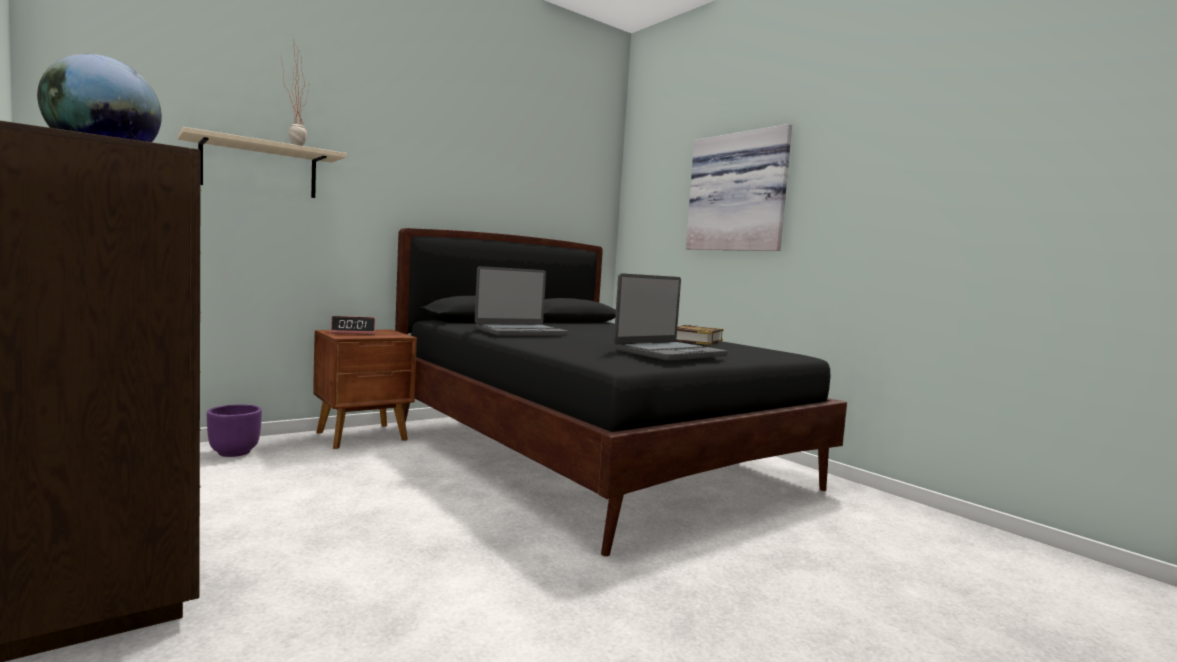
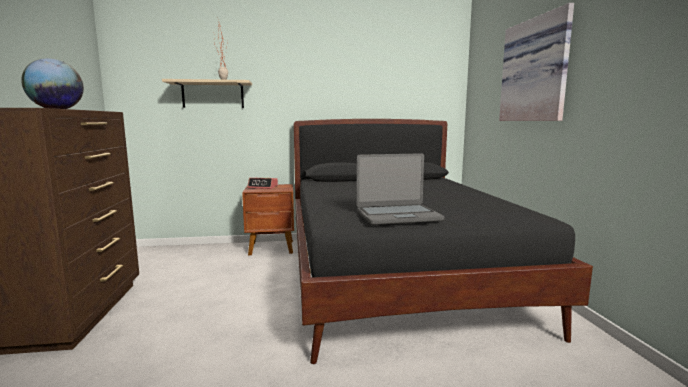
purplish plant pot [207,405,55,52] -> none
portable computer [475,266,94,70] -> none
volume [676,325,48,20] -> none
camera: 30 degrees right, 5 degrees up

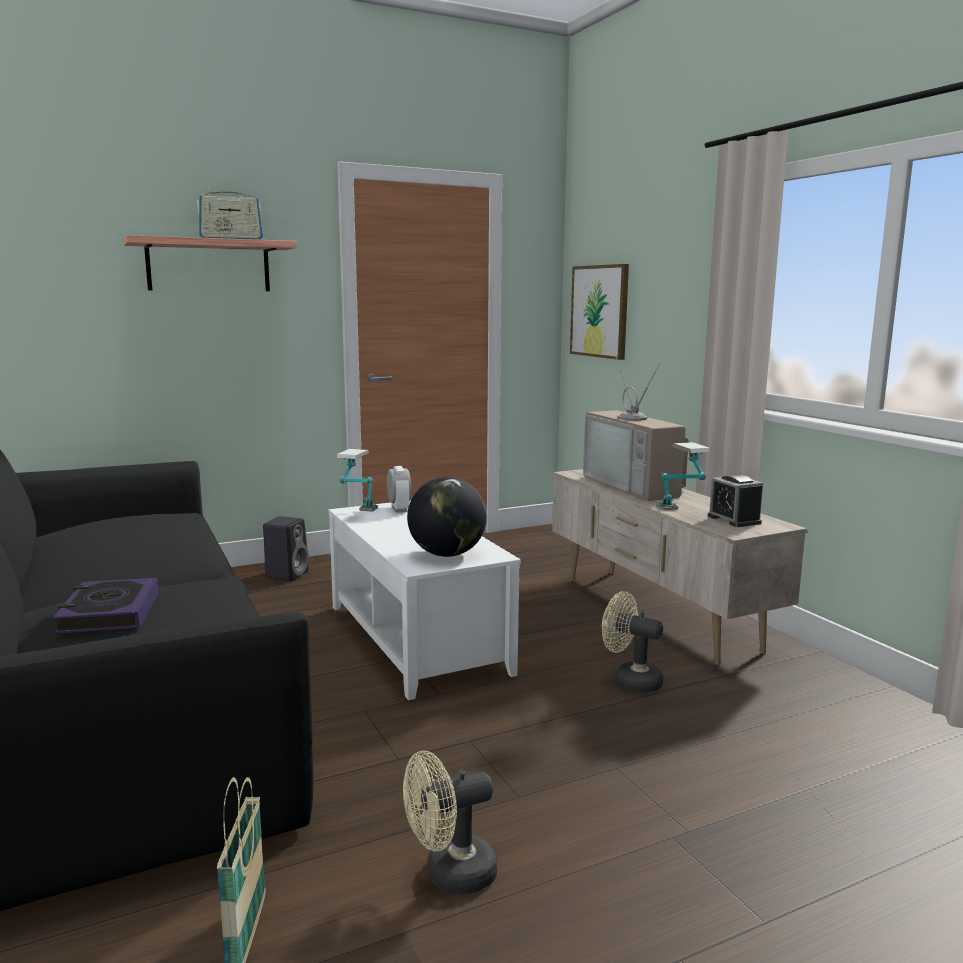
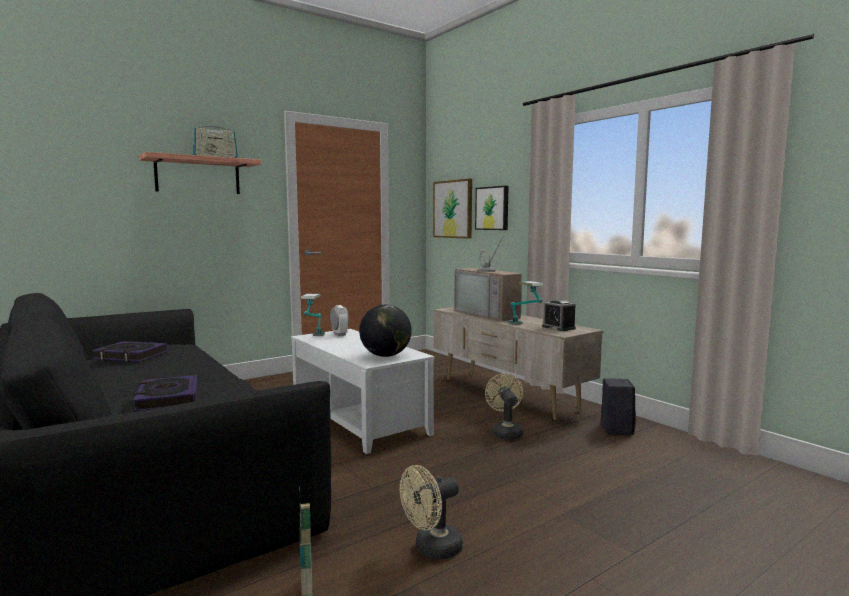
none -> volume [92,341,75,21]
none -> wall picture [475,186,33,44]
blackish speaker [263,516,46,65] -> blackish speaker [601,378,35,57], moved
beige-coloured electric fan [602,592,61,101] -> beige-coloured electric fan [485,373,38,67], 60 degrees clockwise
camera: 10 degrees left, 5 degrees down

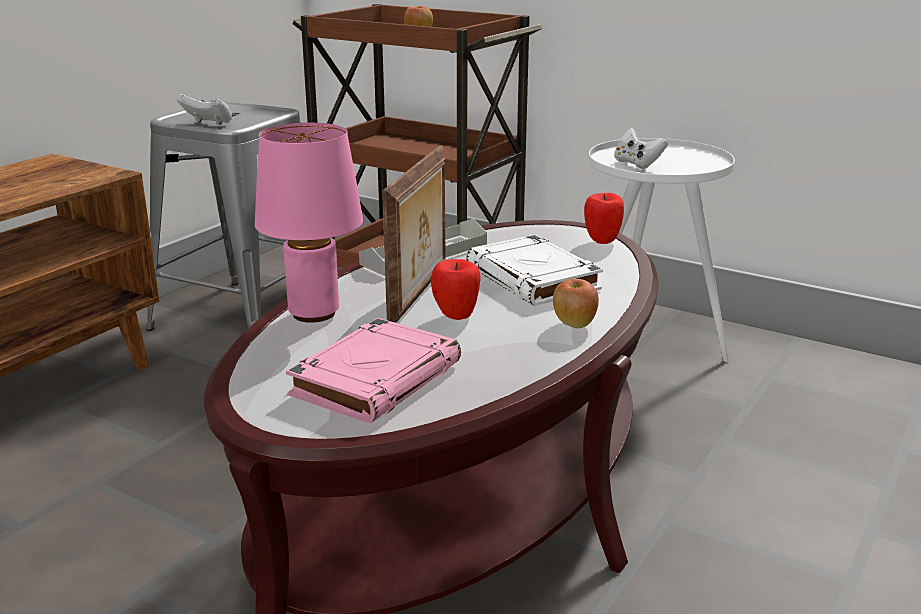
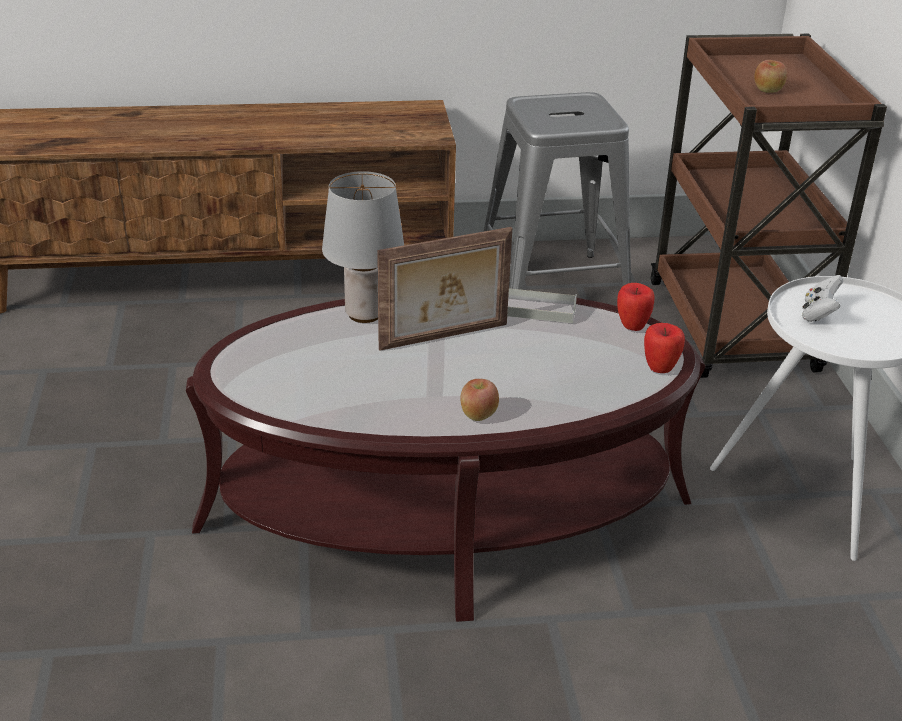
white-coloured game controller [177,94,55,31] -> none
pink-coloured volume [286,318,175,105] -> none
white-coloured volume [466,235,137,71] -> none
apple [431,259,49,61] -> apple [617,283,38,48], moved
pink-coloured table lamp [255,123,108,200] -> grey table lamp [322,171,82,152]
camera: 50 degrees right, 10 degrees up

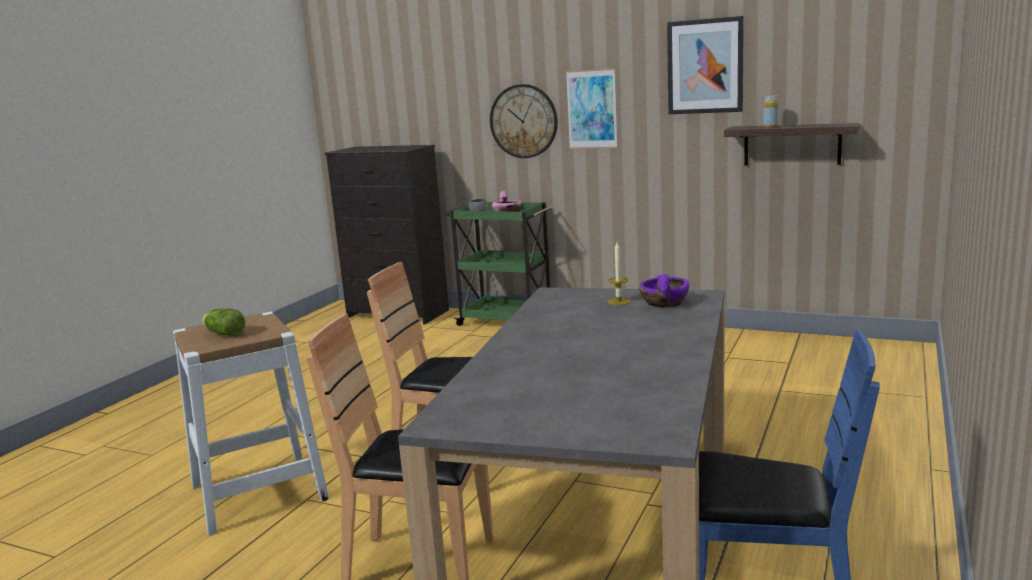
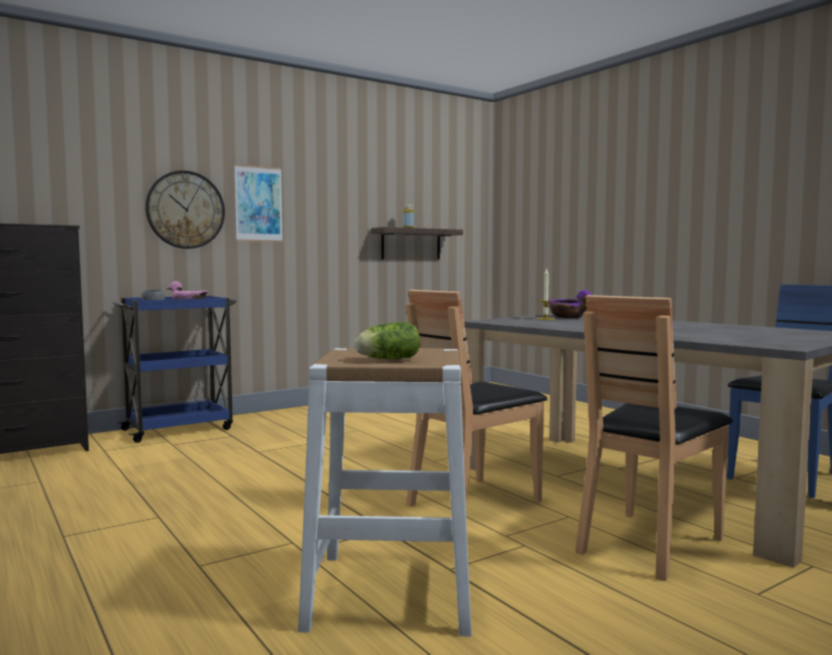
wall picture [667,16,77,98] -> none
greenish wheeled cart [446,202,106,124] -> blue wheeled cart [112,295,125,148]
camera: 60 degrees left, 10 degrees down

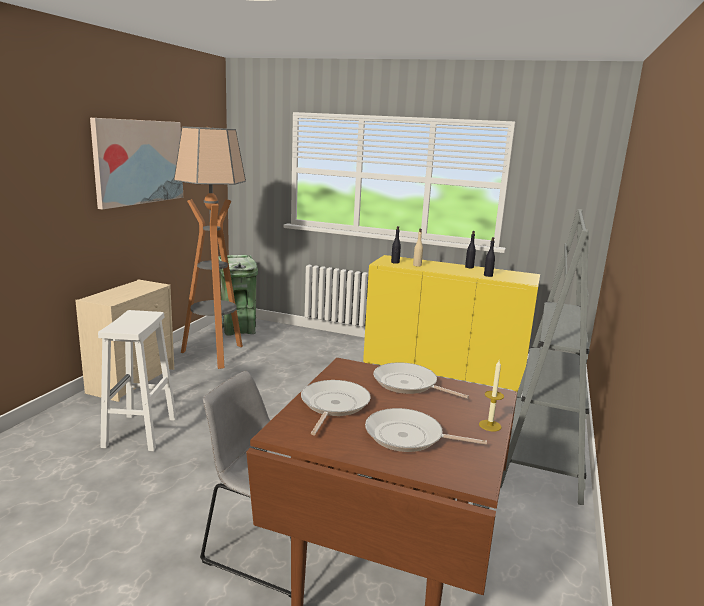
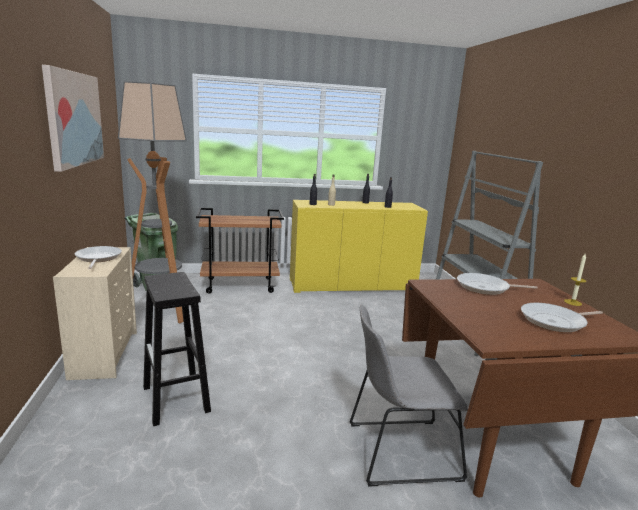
none -> brown-coloured wheeled cart [196,208,88,86]
pan [301,380,70,55] -> pan [75,246,47,23], moved
white-coloured sitting stool [98,310,79,141] -> blackish sitting stool [143,272,68,154]
camera: 30 degrees left, 0 degrees up

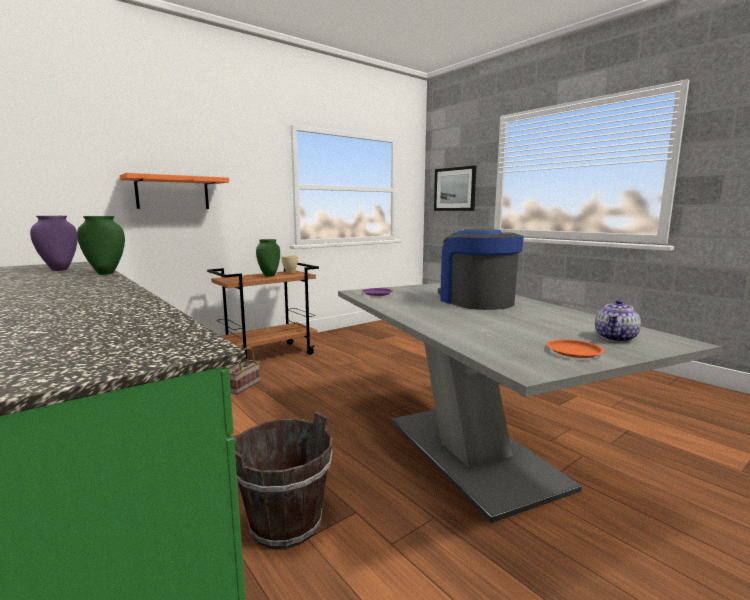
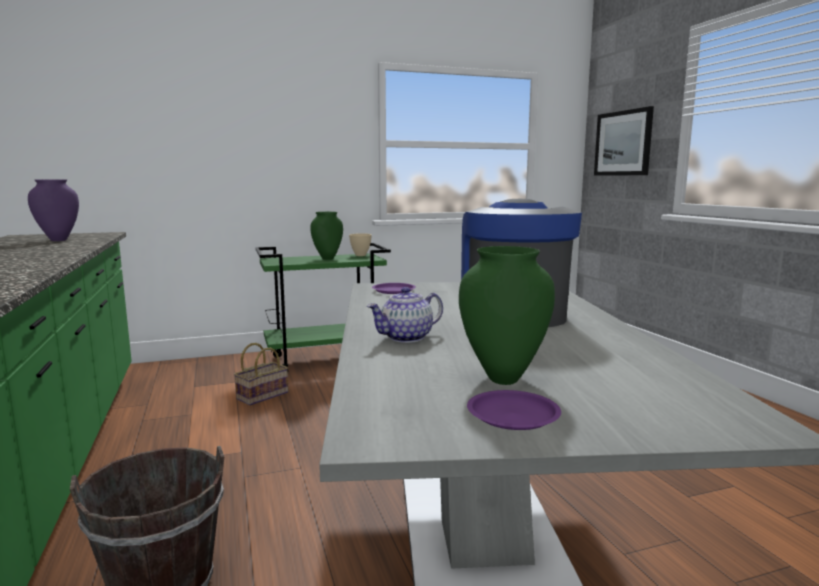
orangey wall shelf [119,173,110,36] -> none
greenish flower vase [77,216,48,59] -> greenish flower vase [459,246,96,139], moved
pot for tea [595,299,46,43] -> pot for tea [367,287,76,56], moved
brown-coloured wheeled cart [207,263,112,96] -> greenish wheeled cart [256,243,135,127]
orangey plate [547,339,57,19] -> purplish plate [467,390,94,40]
camera: 20 degrees right, 0 degrees up

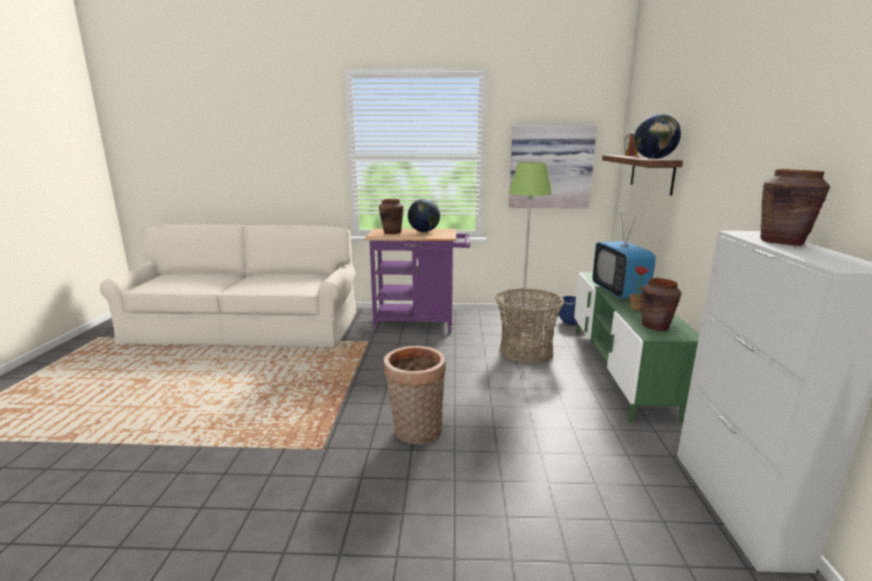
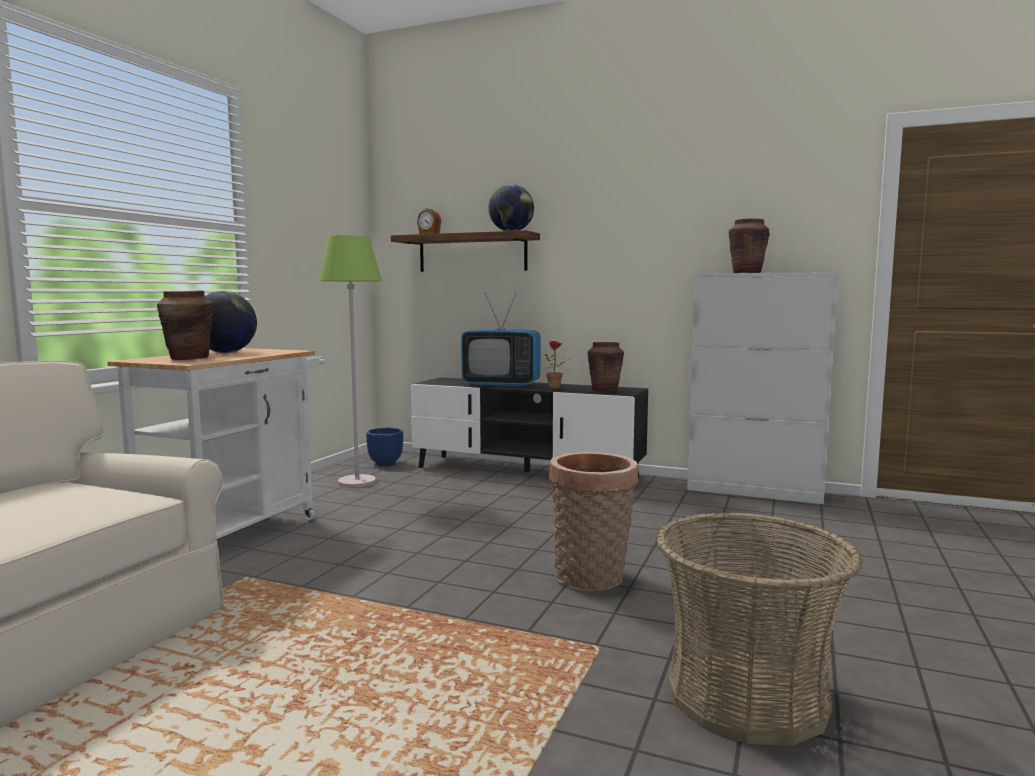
wall picture [509,125,88,83] -> none
household basket [495,288,69,75] -> household basket [655,512,207,234], moved
purplish wheeled cart [364,228,106,105] -> white-coloured wheeled cart [107,348,218,191]
greenish media console [574,272,125,151] -> blackish media console [411,378,237,99]
camera: 70 degrees left, 10 degrees down

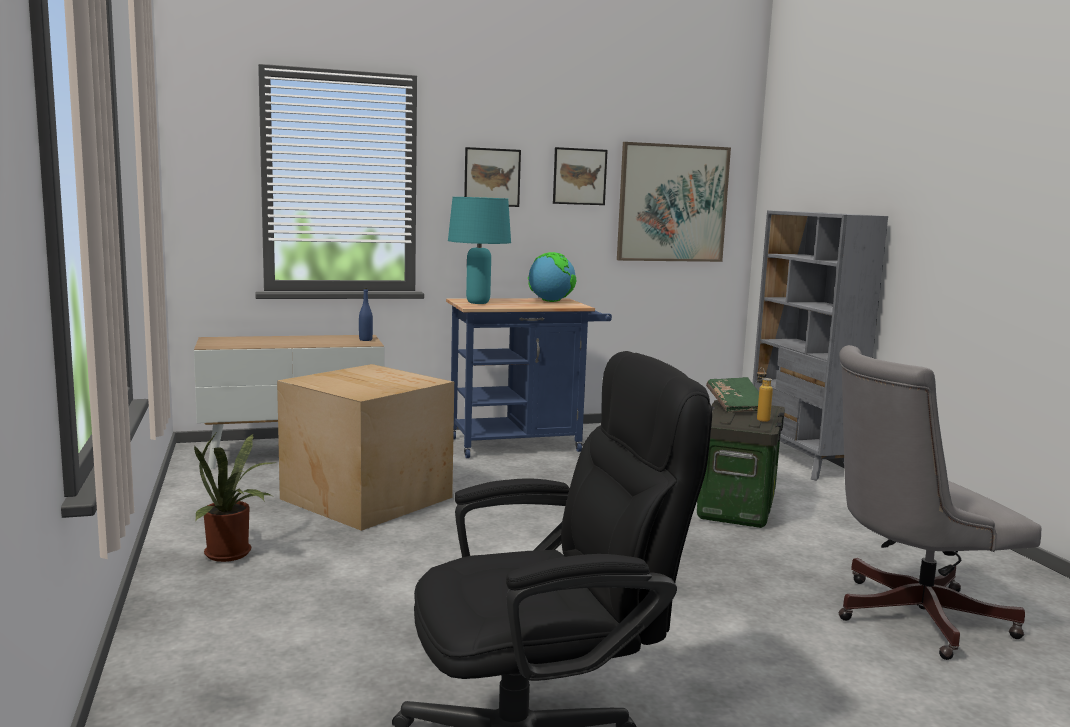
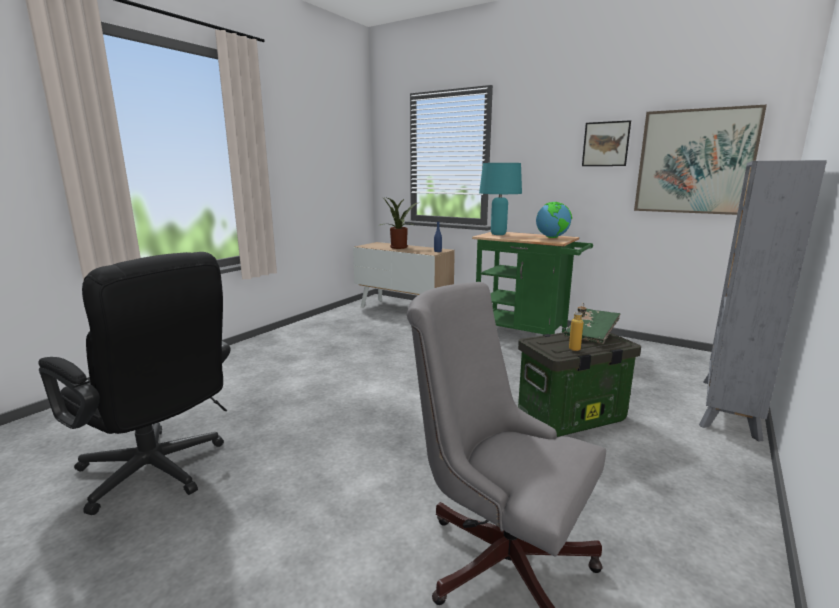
packing box [277,364,177,167] -> none
wall picture [464,147,57,60] -> none
houseplant [194,433,81,129] -> houseplant [380,197,37,52], moved
blue wheeled cart [446,298,166,160] -> greenish wheeled cart [472,232,121,103]
camera: 50 degrees right, 5 degrees up

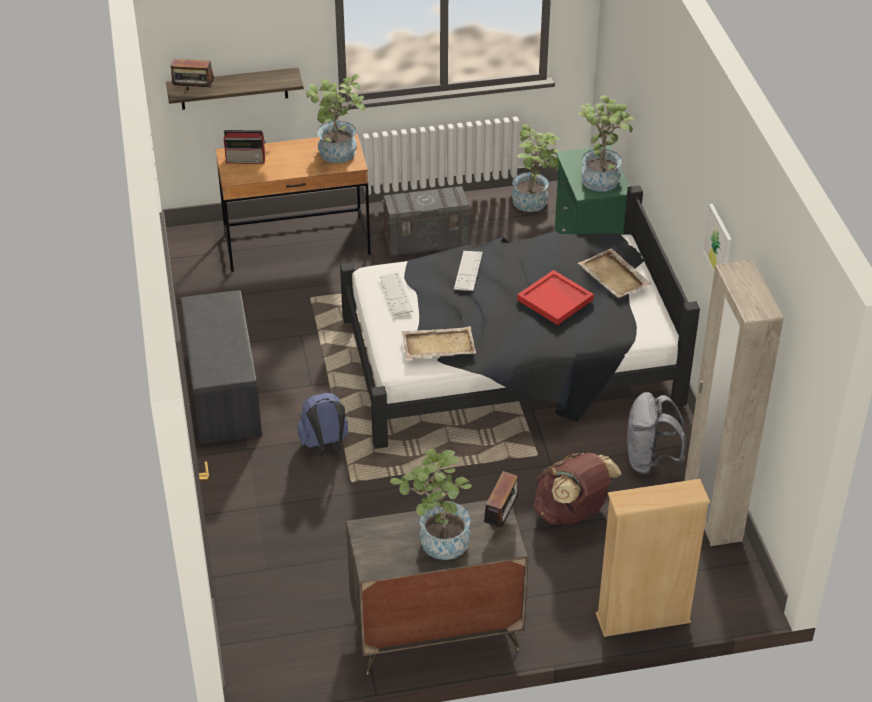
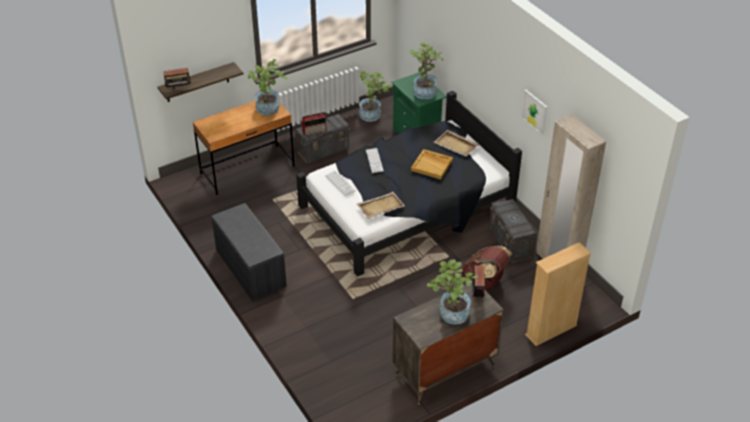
blue rucksack [297,393,51,64] -> none
radio receiver [224,130,42,34] -> radio receiver [302,112,25,24], moved
grey rucksack [626,392,60,82] -> grey storage container [489,199,49,65]
red-coloured carrying tray [517,270,77,55] -> beige-coloured carrying tray [411,149,42,30]
camera: 20 degrees left, 0 degrees up

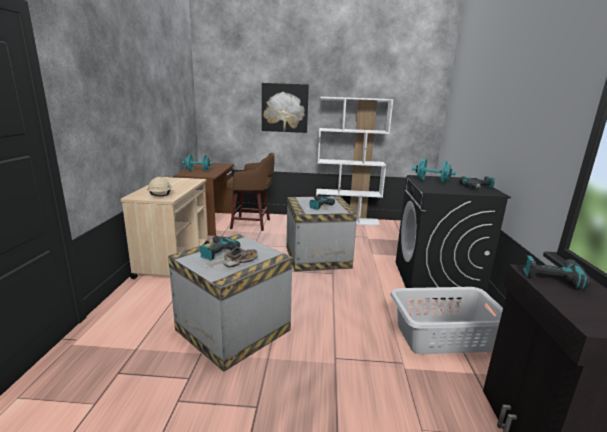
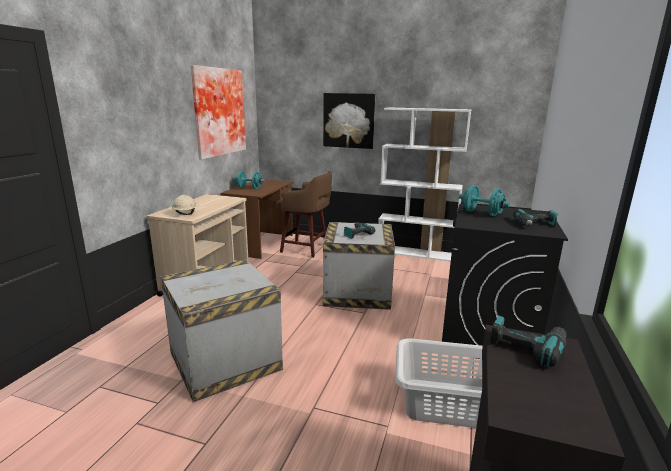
power drill [200,236,40,25] -> none
shoe [224,247,34,21] -> none
none -> wall picture [191,65,55,95]
camera: 15 degrees right, 0 degrees up

